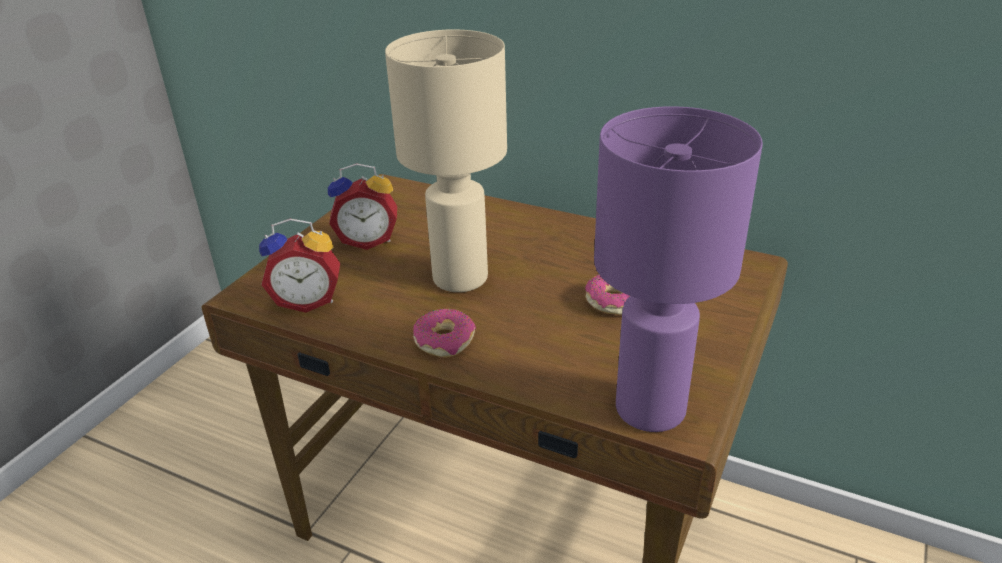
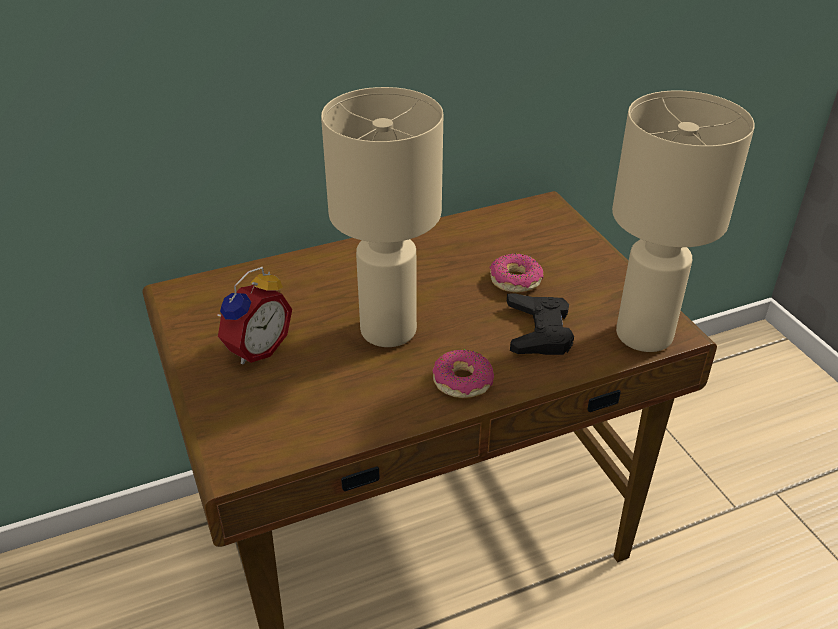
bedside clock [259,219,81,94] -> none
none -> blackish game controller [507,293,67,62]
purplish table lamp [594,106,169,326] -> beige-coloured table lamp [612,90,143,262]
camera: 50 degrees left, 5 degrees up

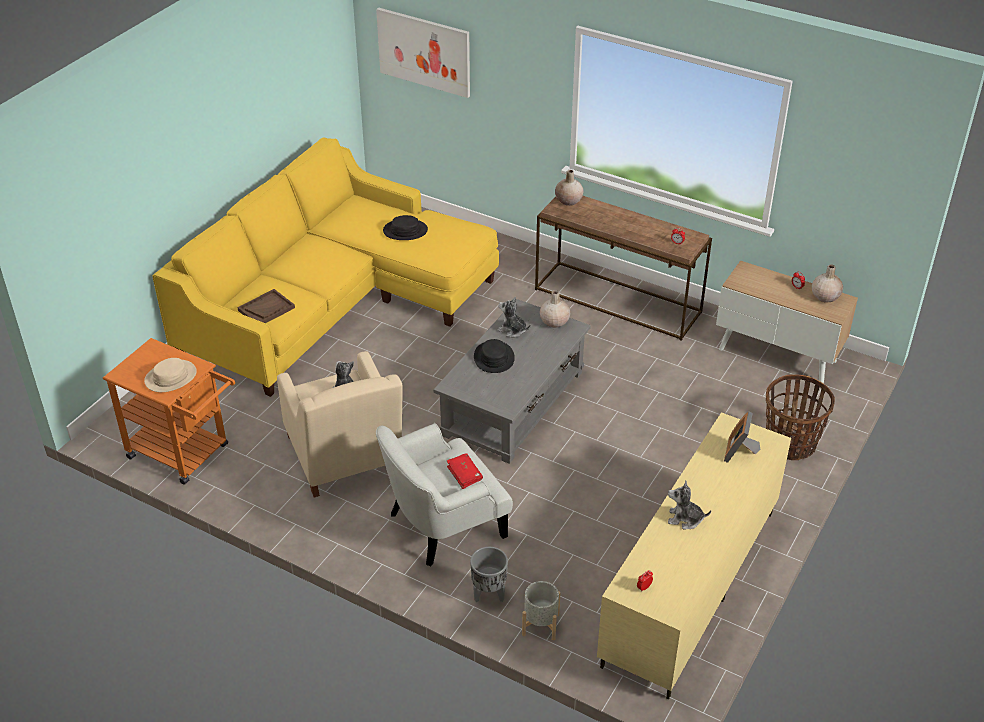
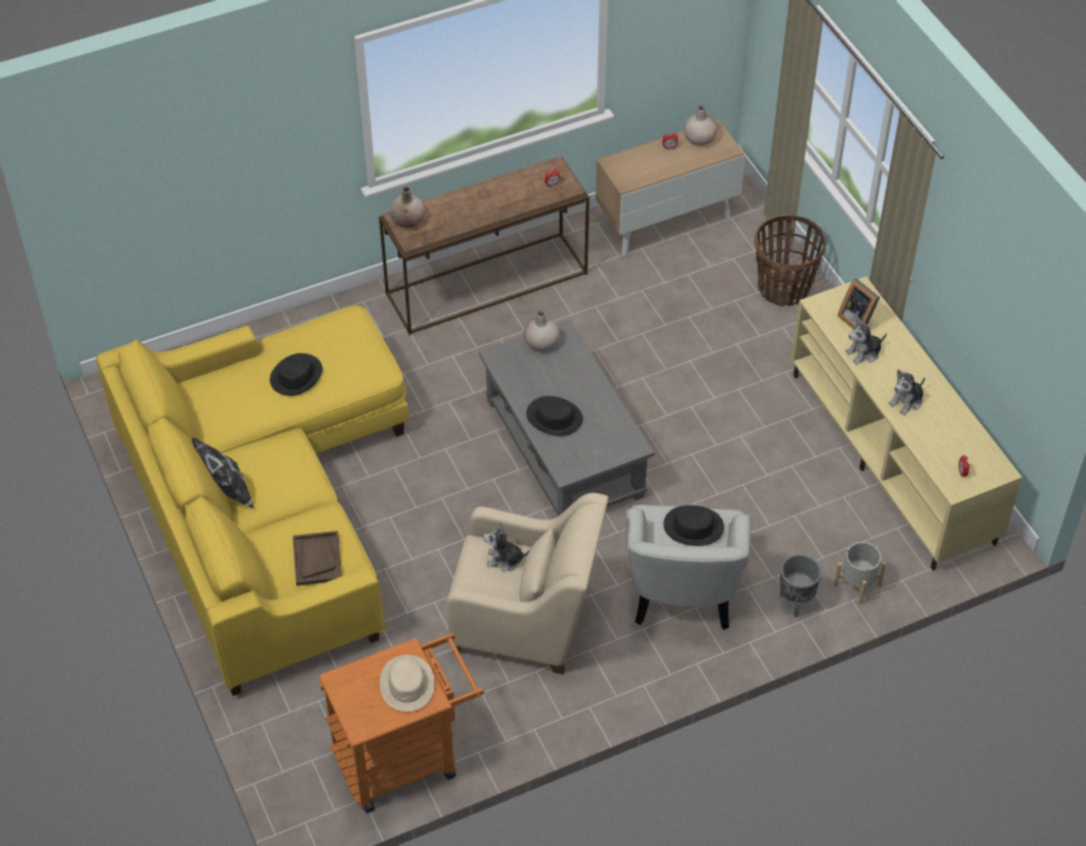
wall picture [376,8,94,90] -> none
none -> cushion [192,438,62,71]
soft toy [497,297,34,41] -> soft toy [845,318,42,47], moved
red-coloured volume [447,453,36,36] -> blackish wearable hat [663,505,61,41]
camera: 55 degrees left, 10 degrees up

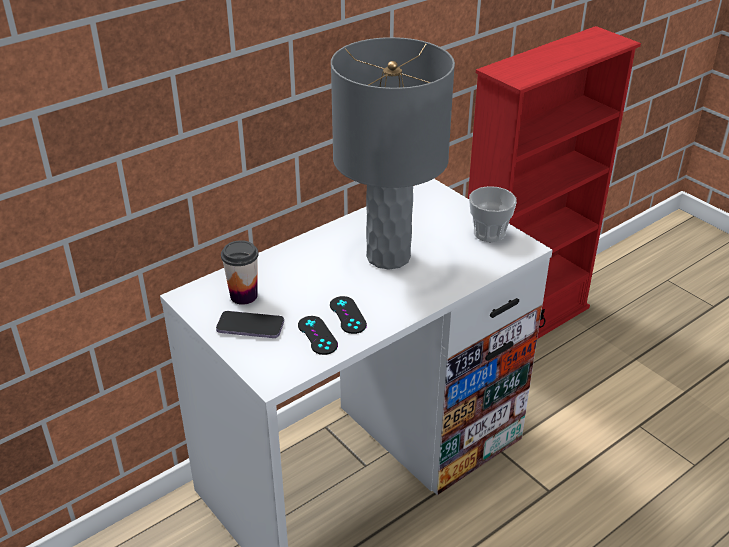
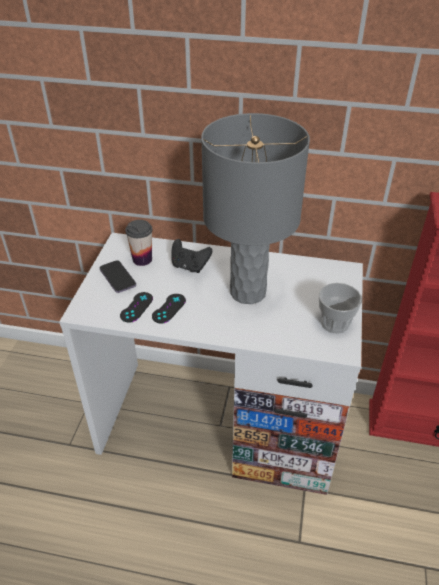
none -> blackish game controller [171,239,41,34]
camera: 50 degrees right, 5 degrees up

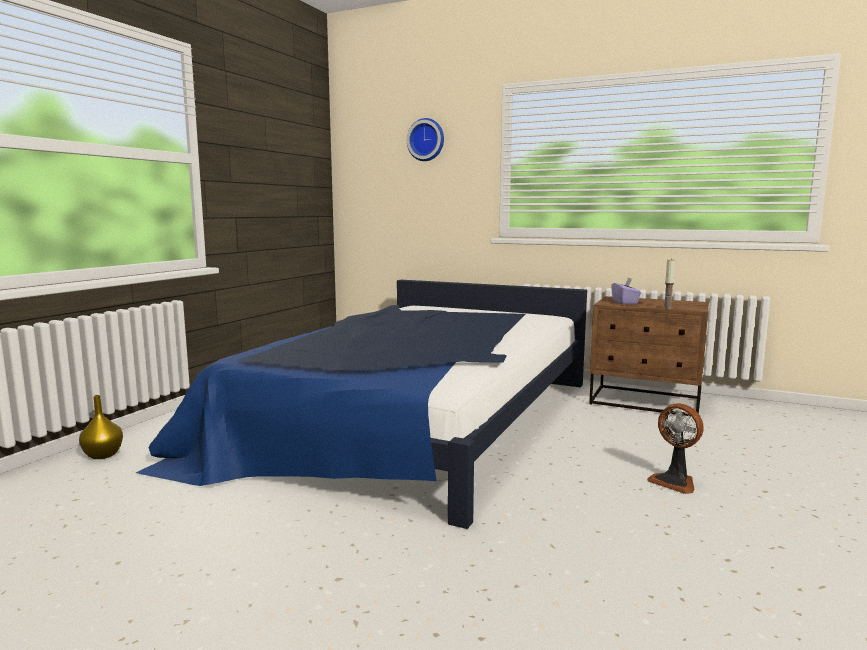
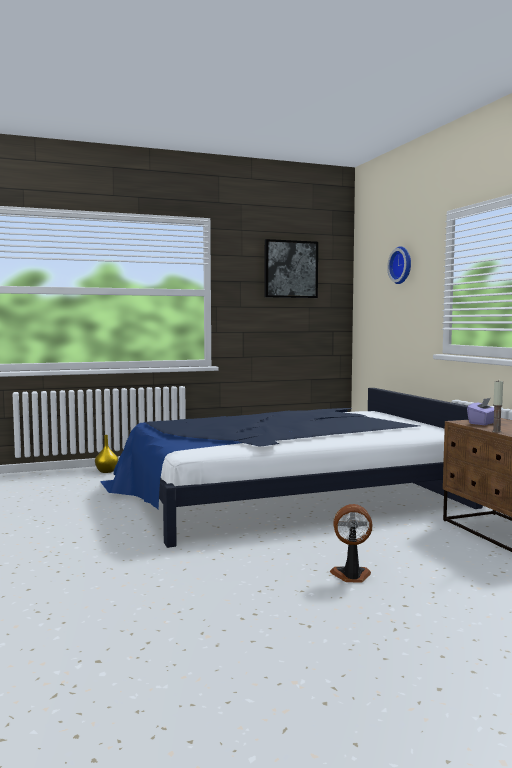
none -> wall picture [265,239,53,59]
electric fan [647,403,57,91] -> electric fan [330,504,43,78], 90 degrees clockwise
camera: 45 degrees right, 5 degrees down

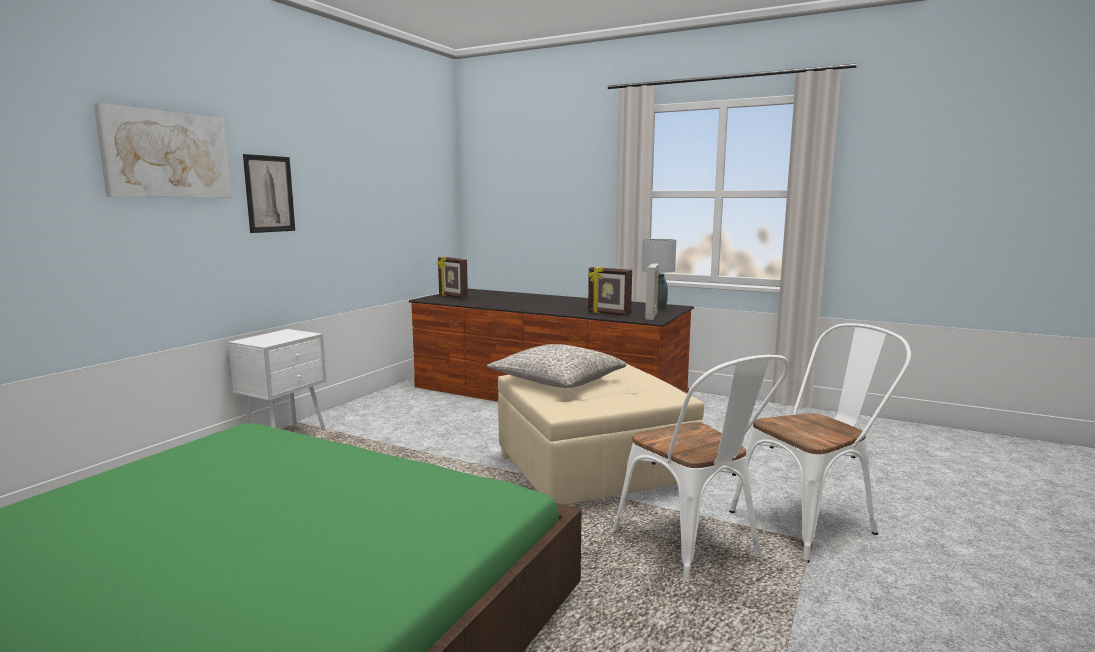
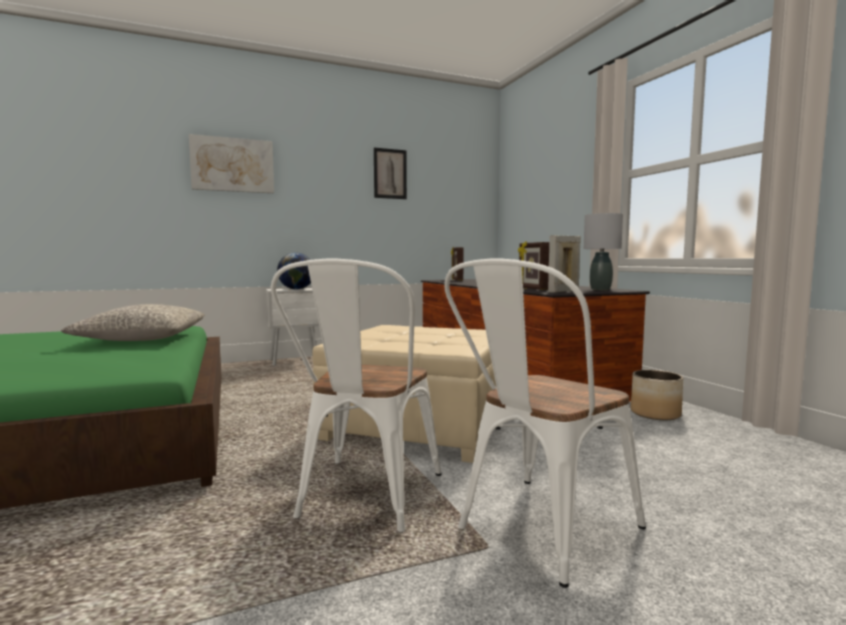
none -> desk globe [277,252,34,37]
none -> plant pot [631,370,52,50]
wall picture [243,154,52,79] -> wall picture [374,147,33,52], moved
grey cushion [487,344,140,44] -> grey cushion [61,304,144,37], moved
white-coloured plain chair [729,323,182,240] -> white-coloured plain chair [444,259,202,329], 120 degrees clockwise
camera: 40 degrees right, 5 degrees down

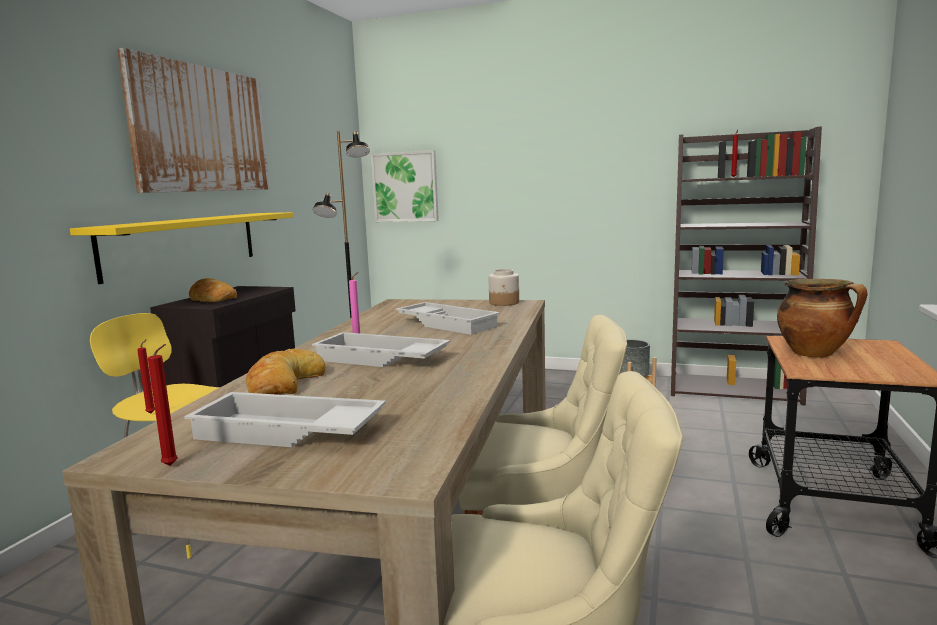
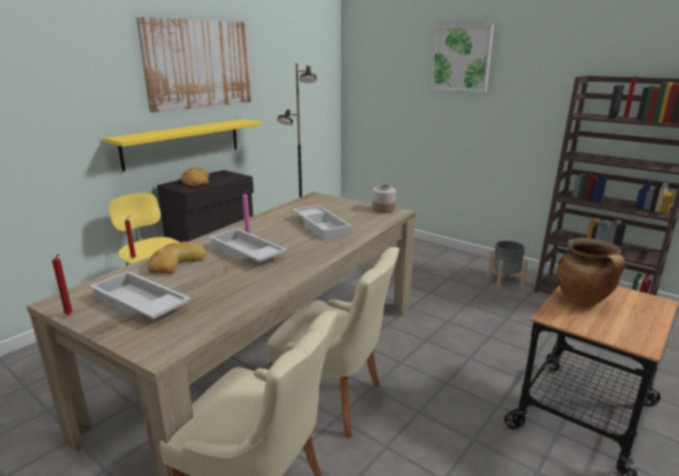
wall picture [371,150,68,72] -> wall picture [430,25,64,67], moved
camera: 20 degrees right, 10 degrees up

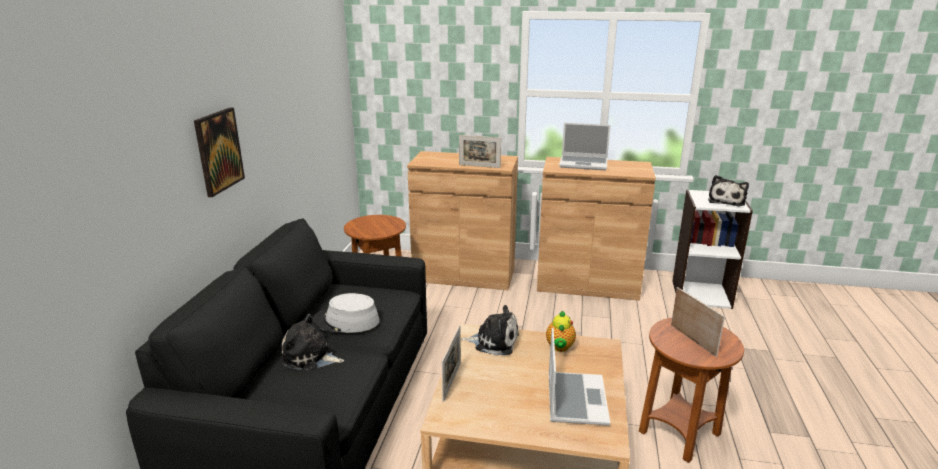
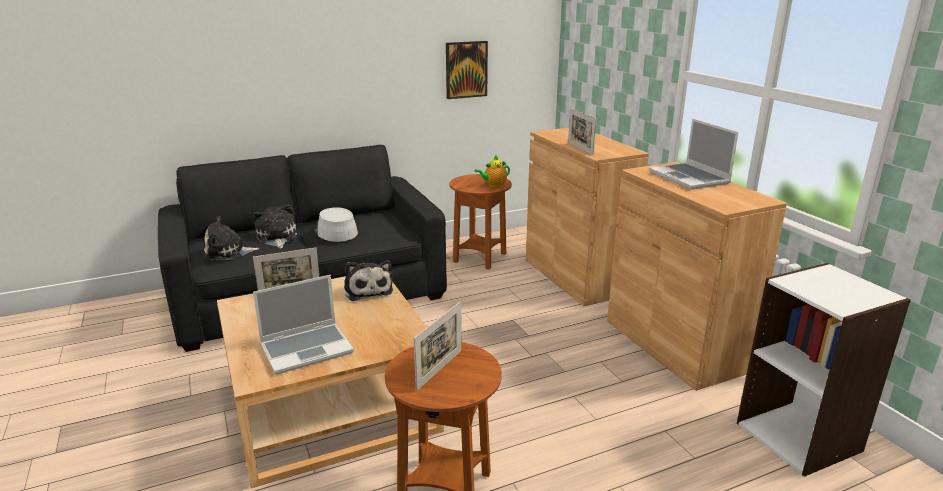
wall picture [194,108,51,89] -> wall picture [446,41,42,58], moved
pot for tea [546,310,30,42] -> pot for tea [474,155,36,32], moved
soft toy [708,175,41,31] -> soft toy [204,216,55,44], moved
camera: 55 degrees right, 0 degrees up

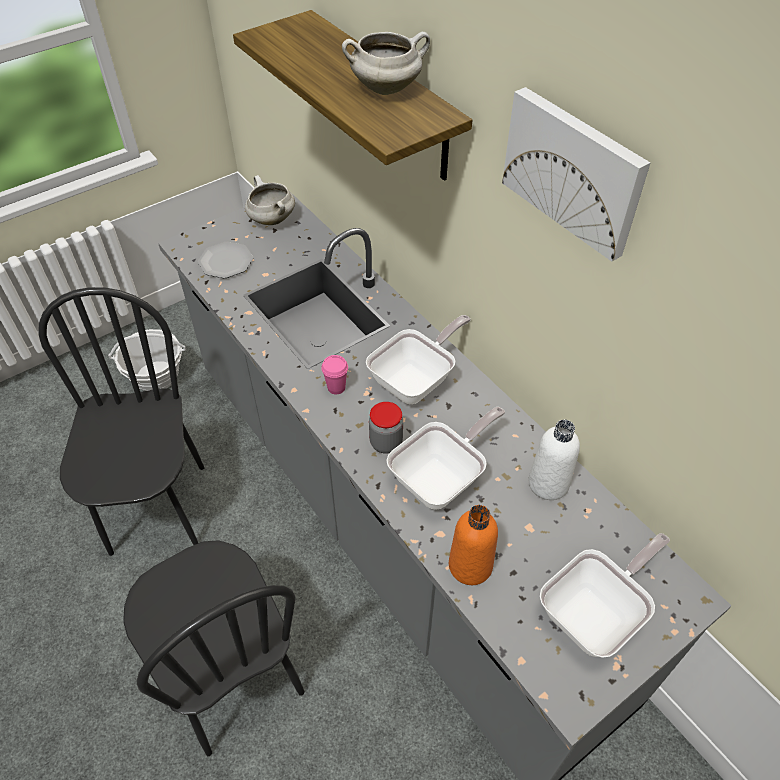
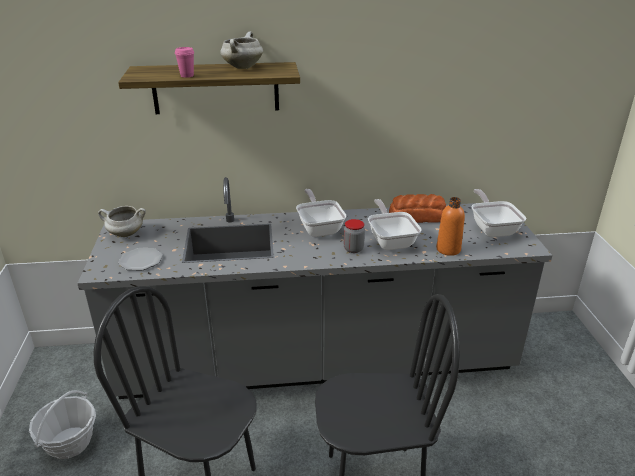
wall picture [502,87,148,175] -> none
pink-coloured cup [321,355,27,39] -> pink-coloured cup [175,47,19,31], moved
white-coloured beverage bottle [528,420,52,80] -> baked bread [389,194,57,29]
camera: 60 degrees left, 20 degrees down

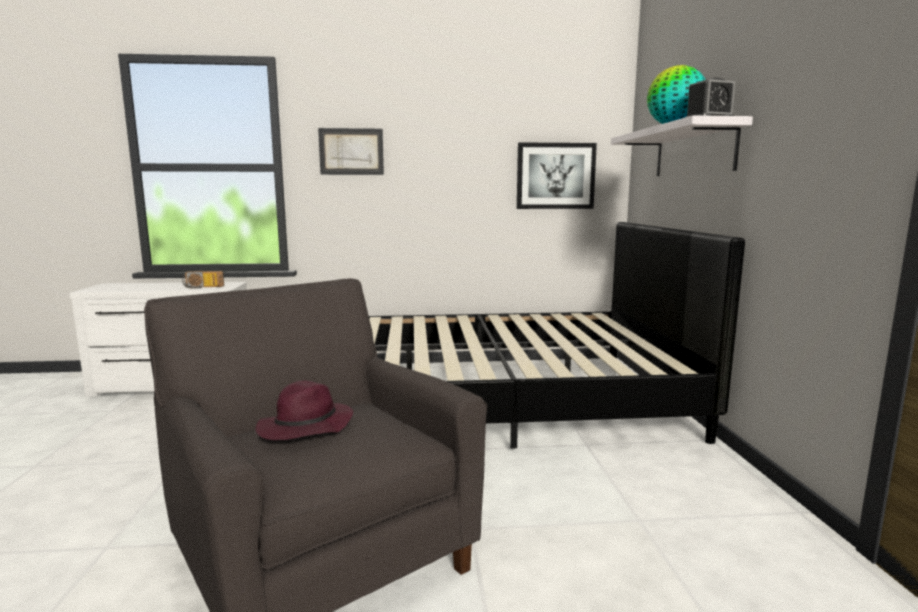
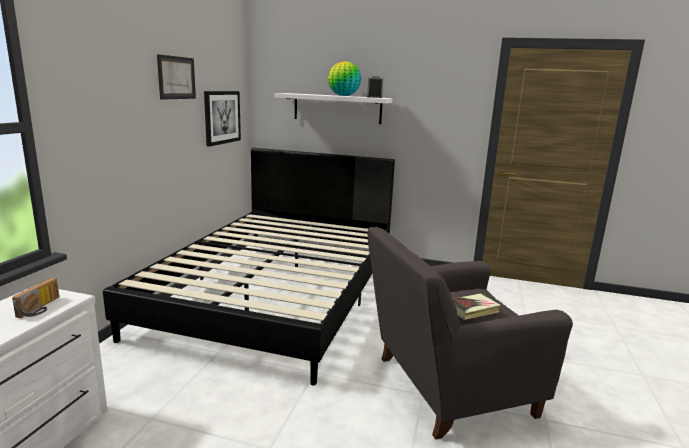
wall picture [318,128,66,47] -> wall picture [157,54,39,46], moved
purplish wearable hat [256,380,97,60] -> volume [453,294,48,26]
camera: 70 degrees left, 5 degrees up

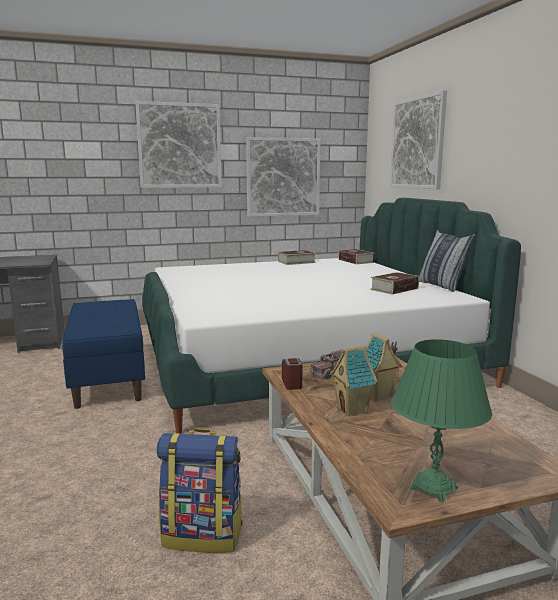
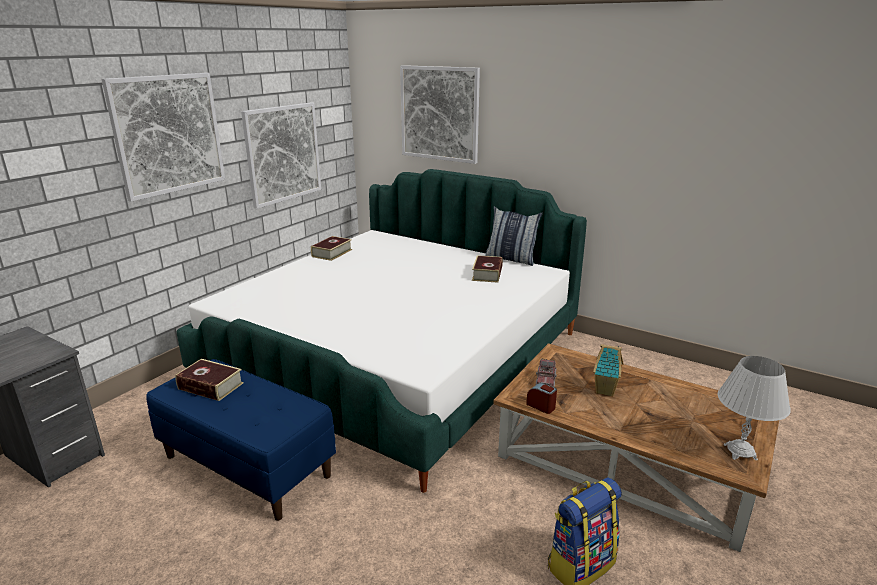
toy house [330,346,48,70] -> none
volume [339,249,35,15] -> volume [175,359,69,42], moved
greenish table lamp [391,339,101,164] -> white-coloured table lamp [718,356,73,104]
camera: 40 degrees left, 10 degrees up

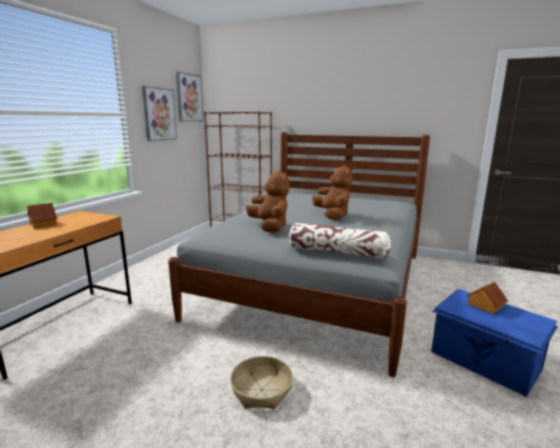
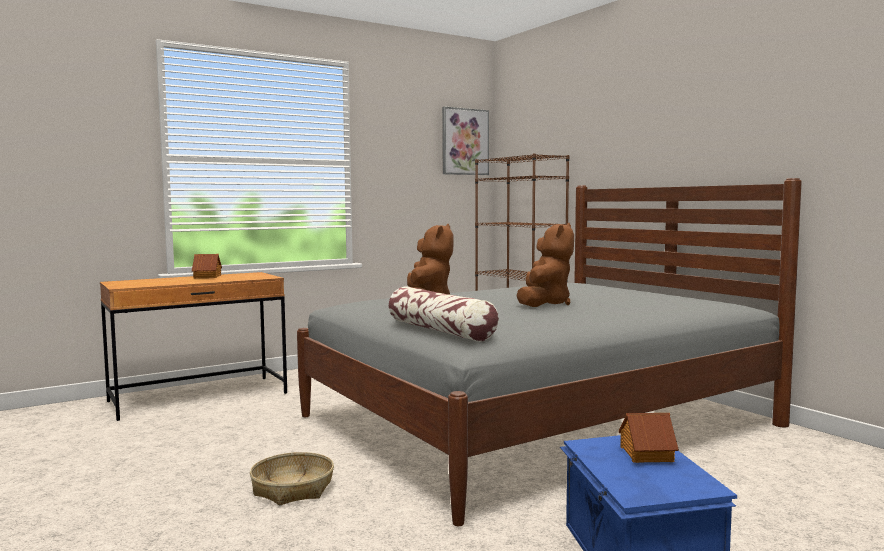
wall picture [142,86,35,55] -> none
camera: 35 degrees right, 10 degrees down

